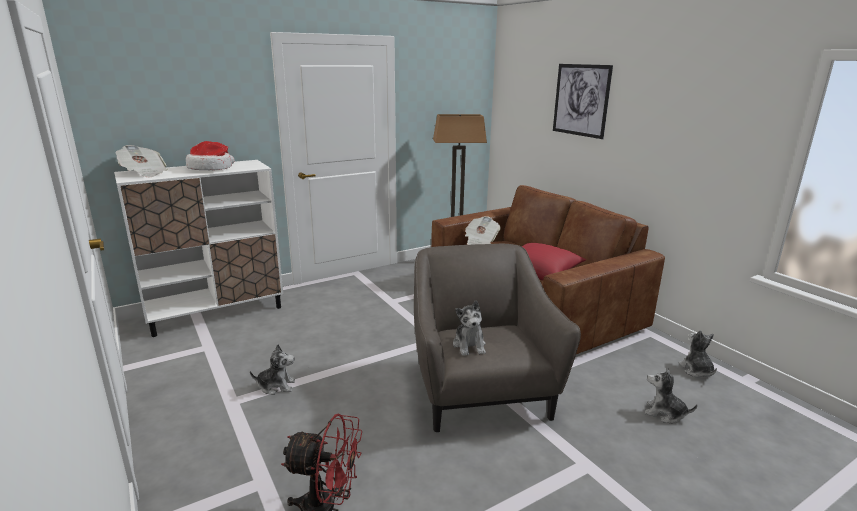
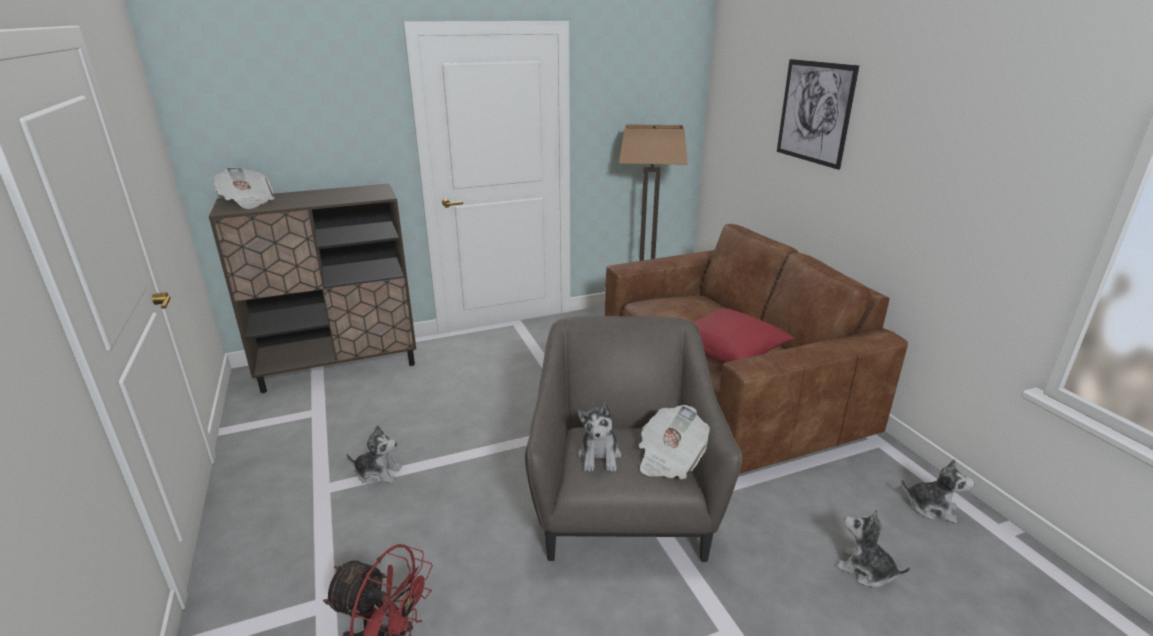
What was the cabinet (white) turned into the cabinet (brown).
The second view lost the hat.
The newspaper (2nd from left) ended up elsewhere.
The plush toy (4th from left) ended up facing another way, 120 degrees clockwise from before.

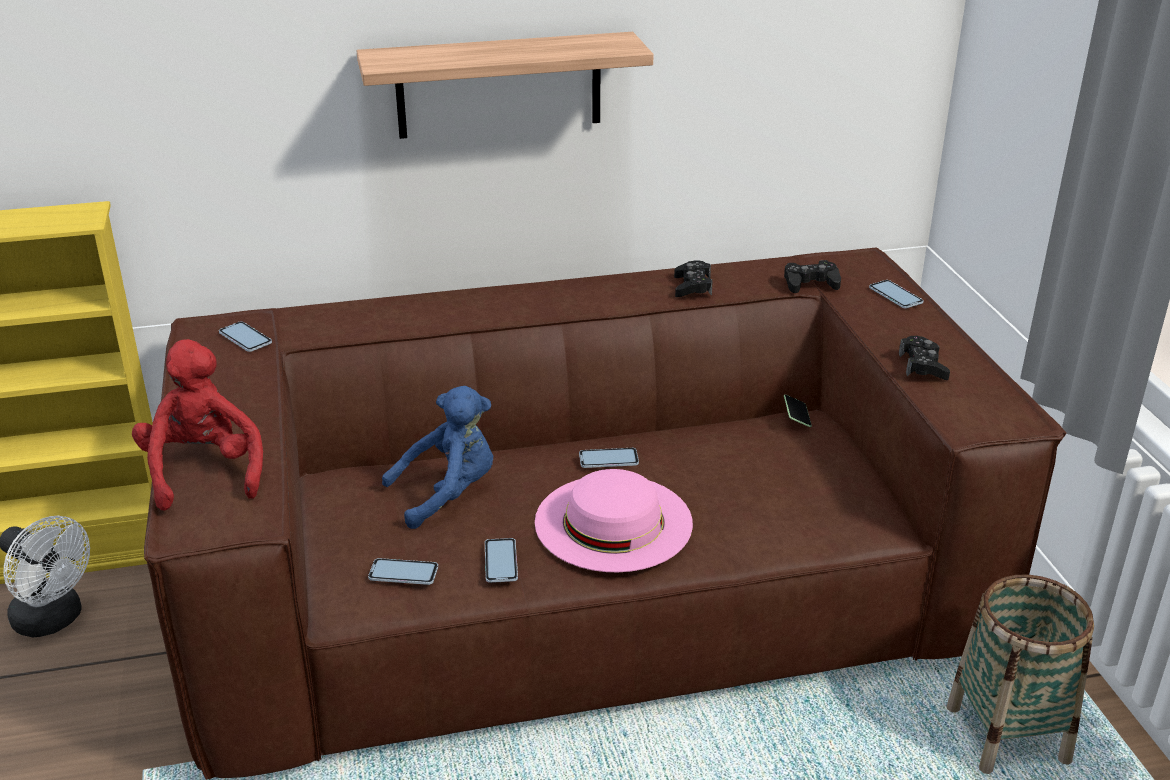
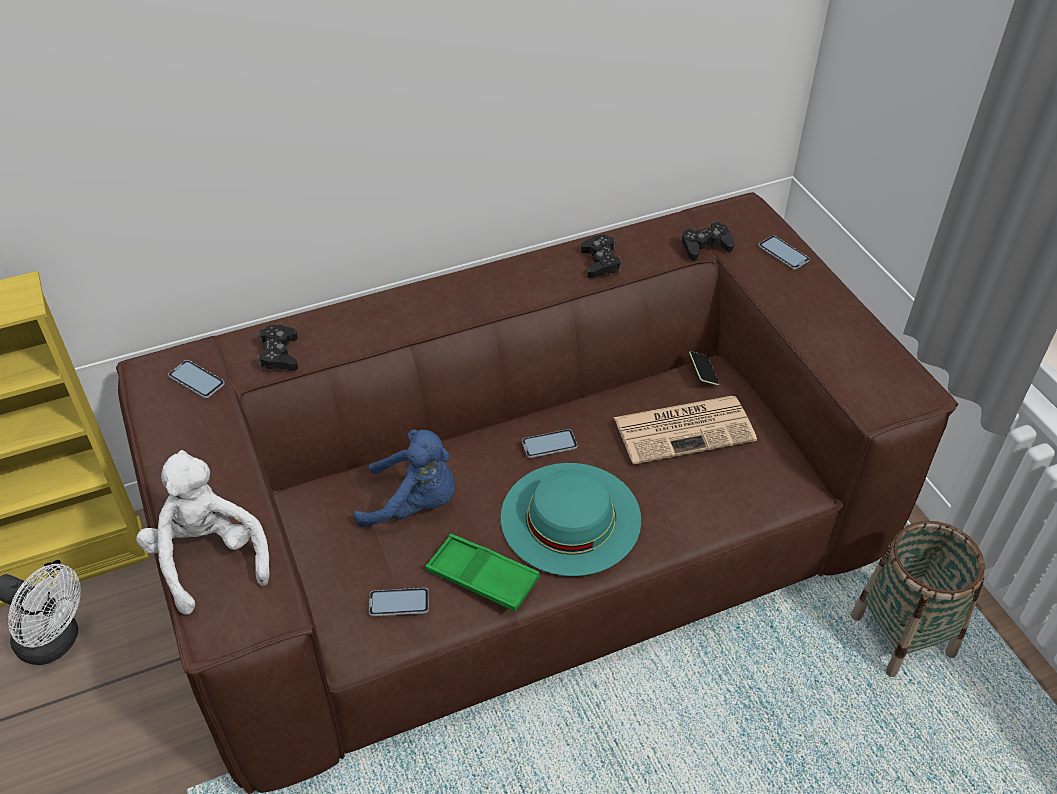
What was the plush toy (red) turned into the plush toy (white).
The second view lost the shelf.
The plush toy (blue) ended up facing another way, 45 degrees clockwise from before.
Where the phone (3rd from left) stood, the tray (green) came to stand.
What was the hat (pink) turned into the hat (turquoise).
The game controller (black) (3rd from left in the first image) ended up elsewhere.
The second view gained the newspaper.

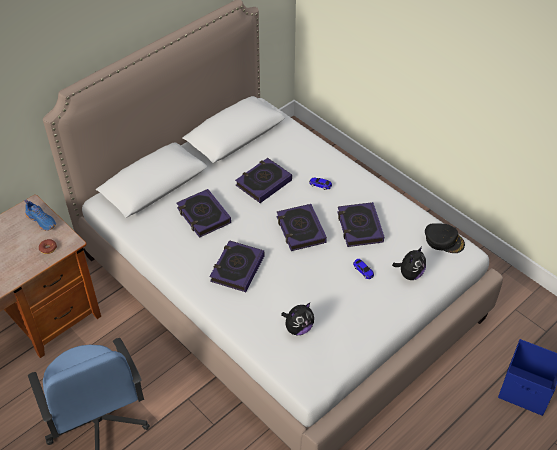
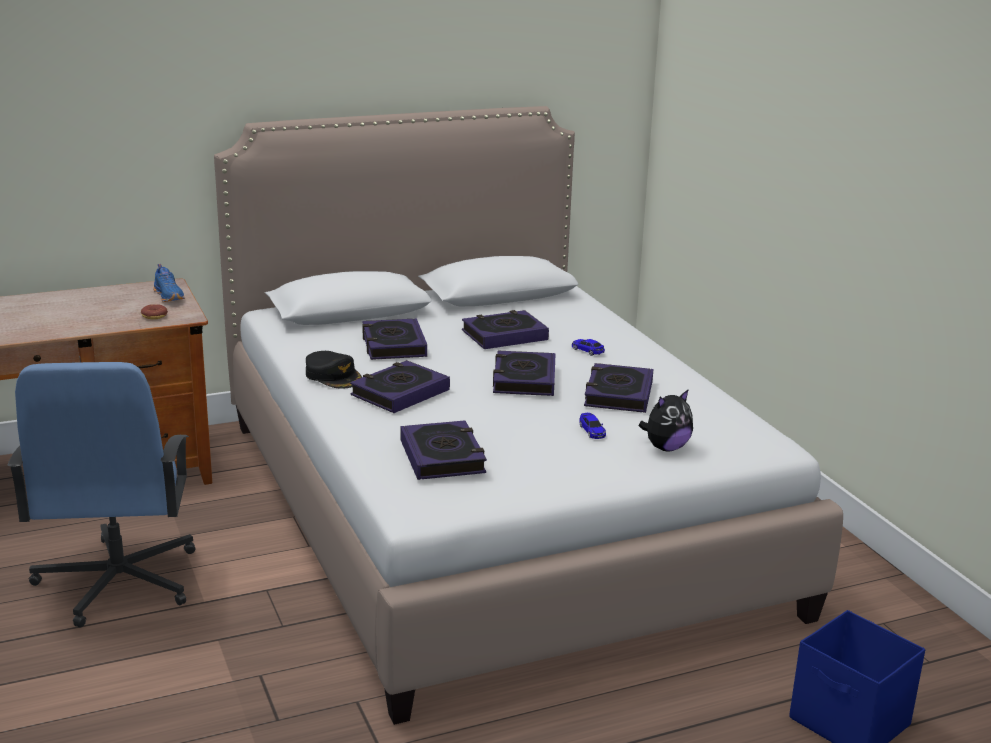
Where the plush toy (1st from left) stood, the book (3rd from left) came to stand.
The cap (black) ended up elsewhere.

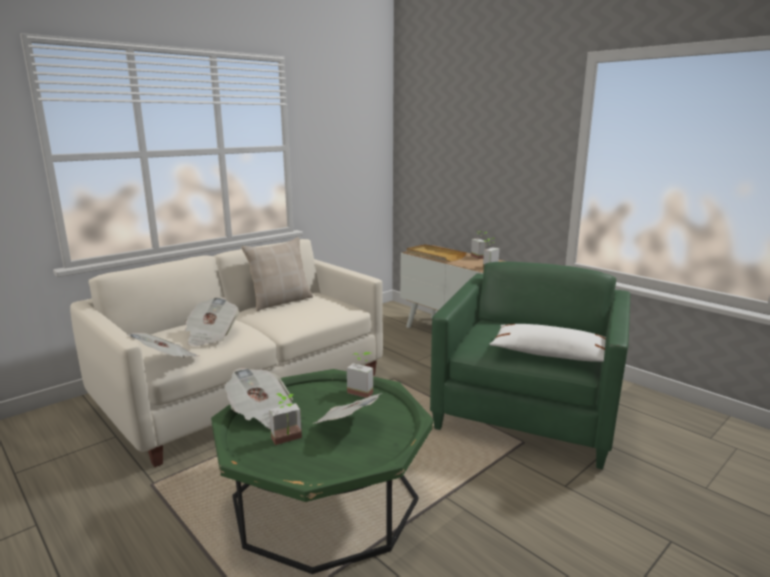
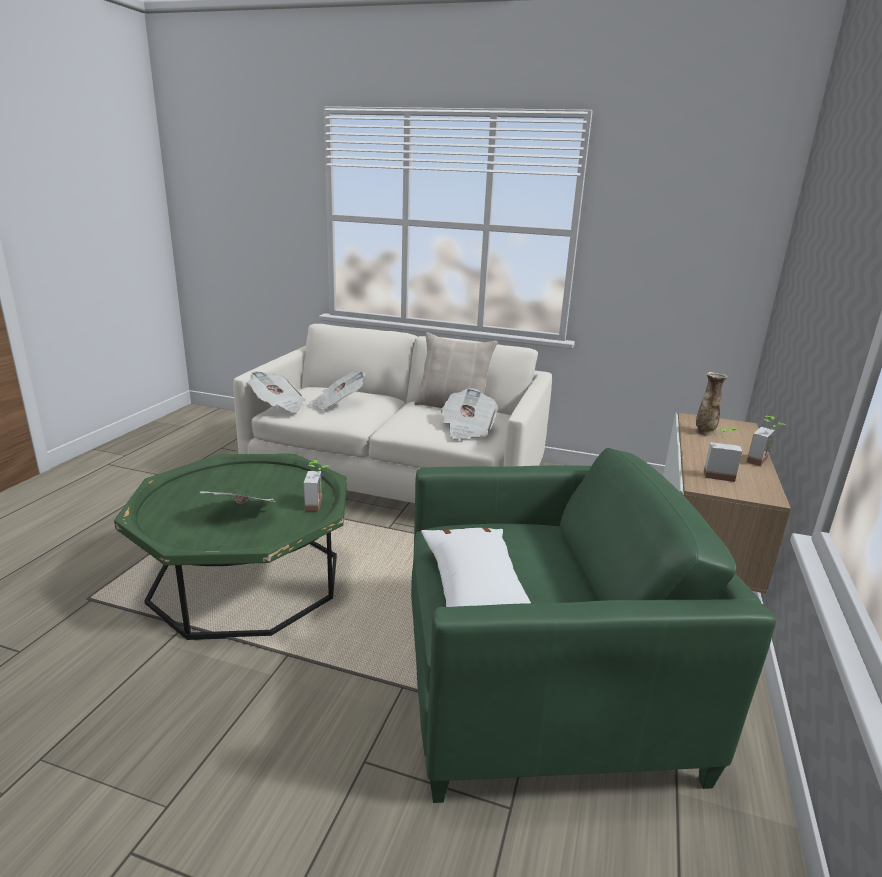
The newspaper (3rd from left in the first image) ended up elsewhere.
The second view lost the potted plant (1st from left).
Where the tray (beige) stood, the vase came to stand.

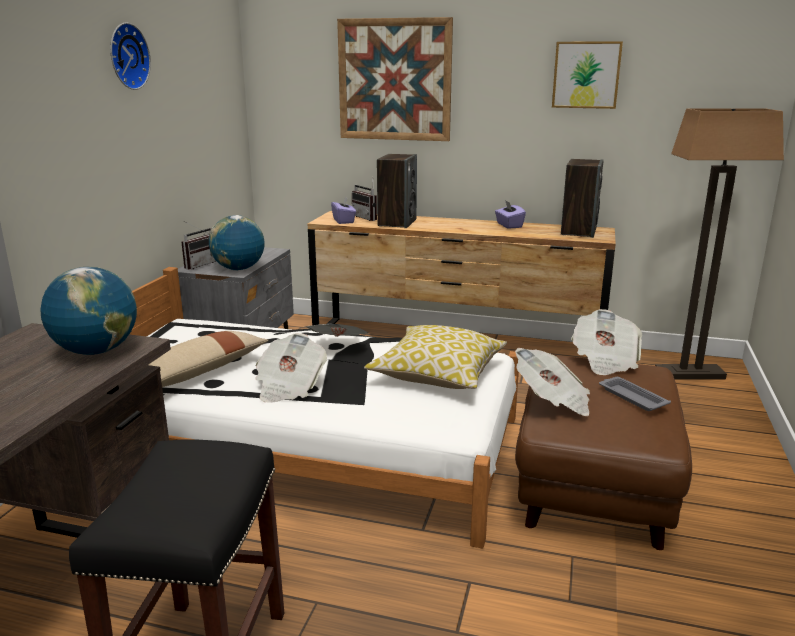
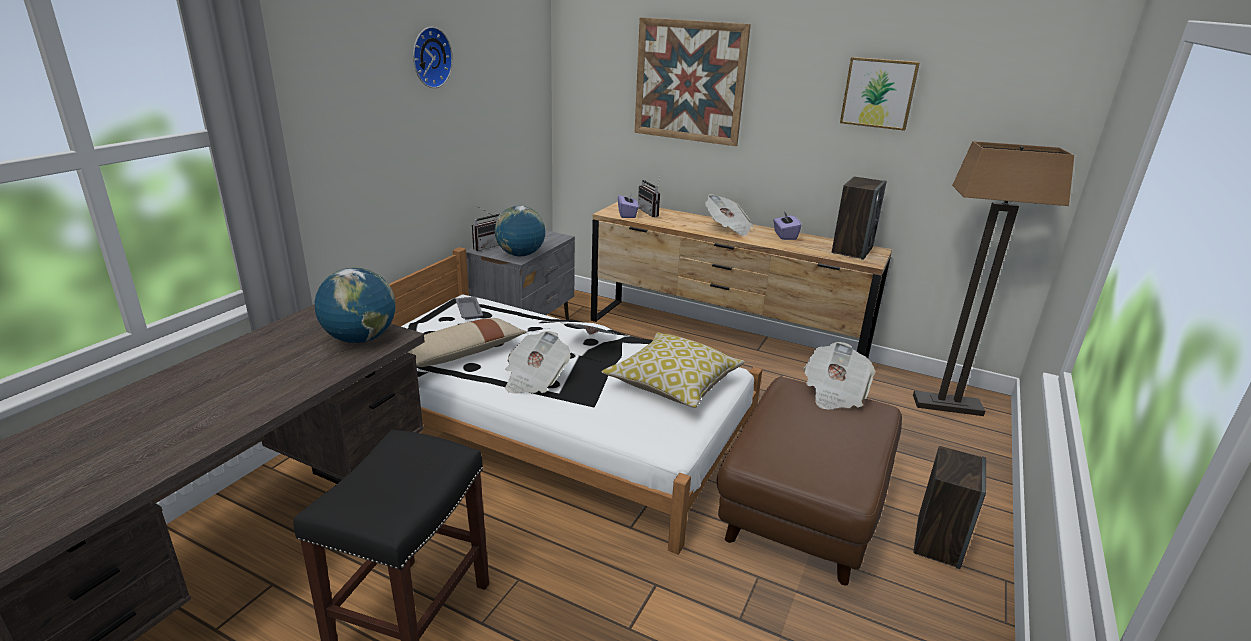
The speaker (1st from left in the first image) ended up elsewhere.
The newspaper (3rd from left) ended up elsewhere.
The tray (grey) ended up elsewhere.

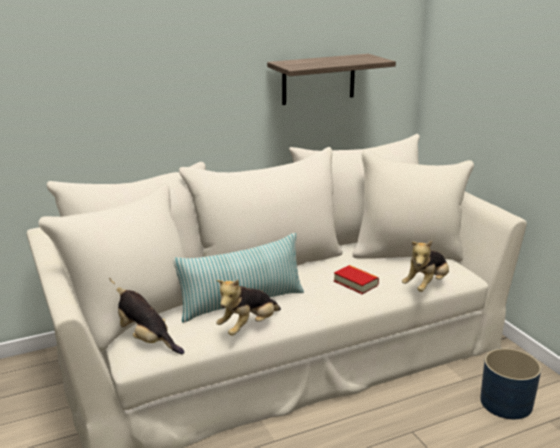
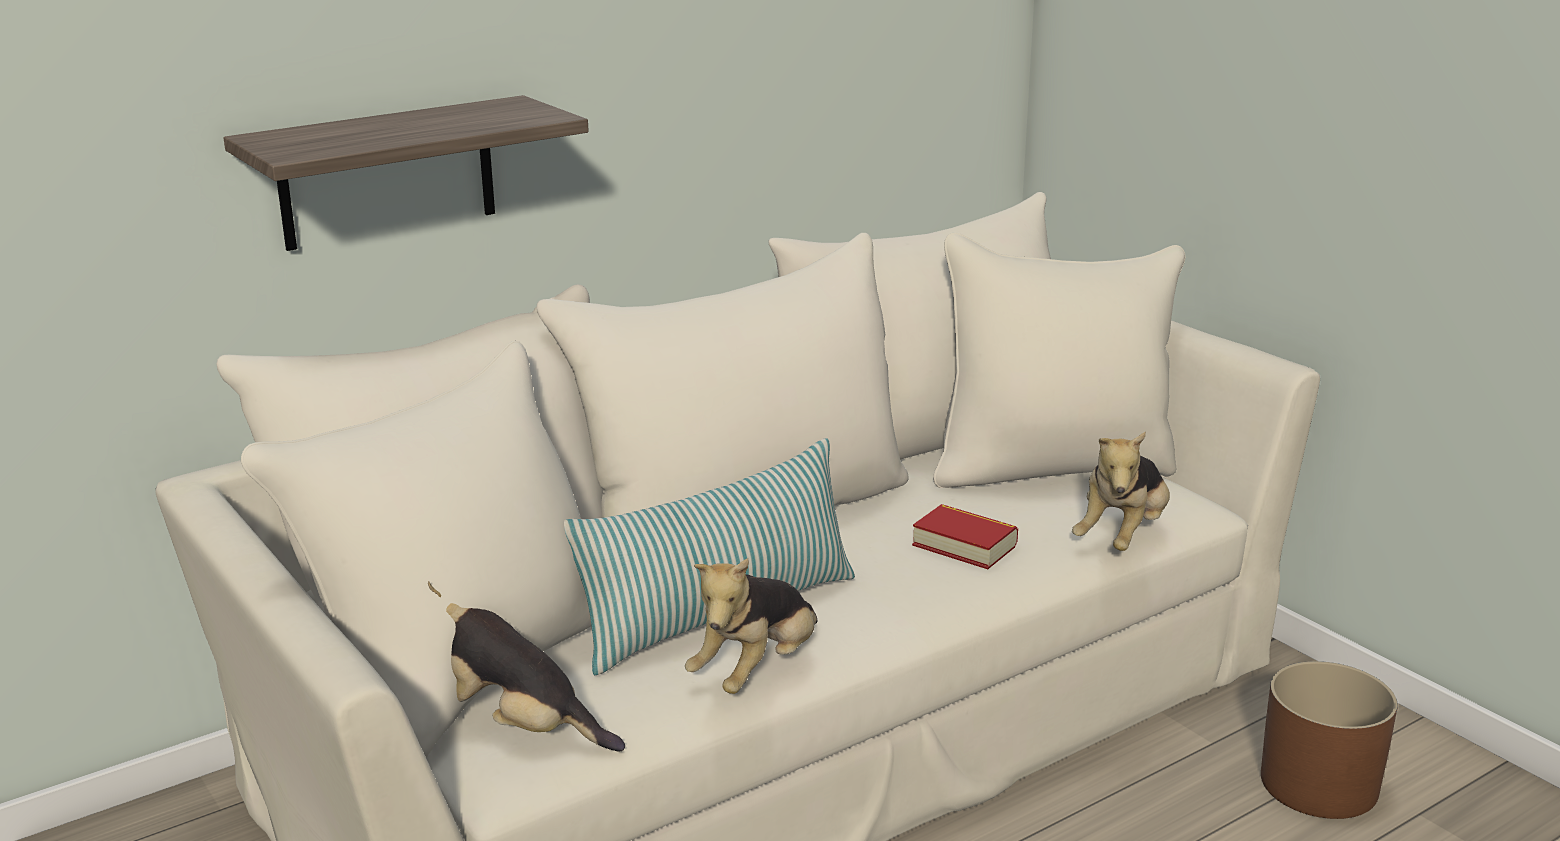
The shelf ended up elsewhere.
What was the planter (blue) turned into the planter (brown).

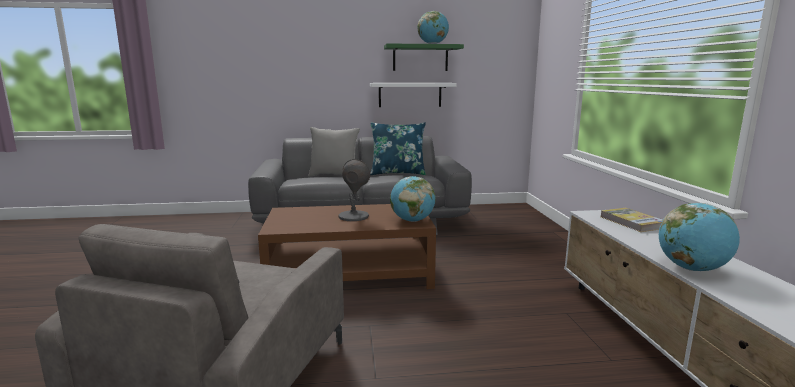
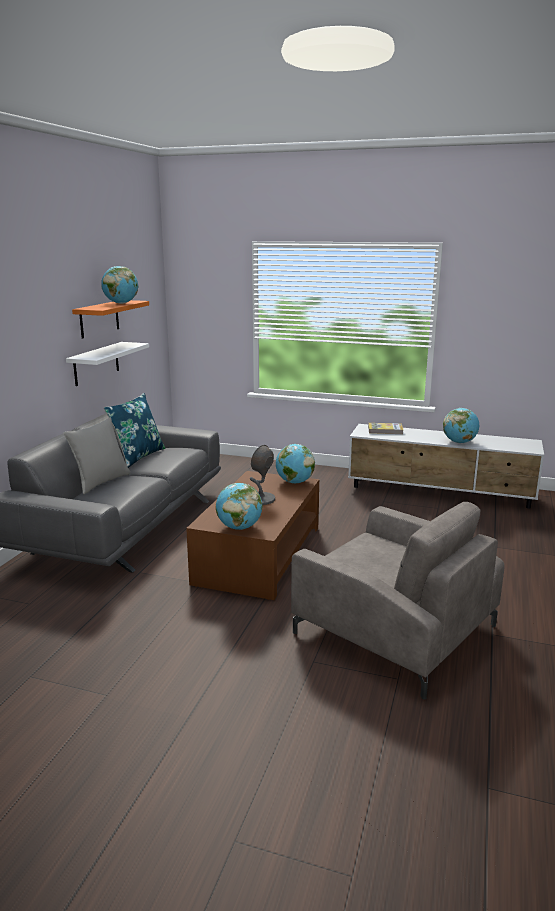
What was the shelf (green) turned into the shelf (orange).
The second view gained the globe (2nd from left).

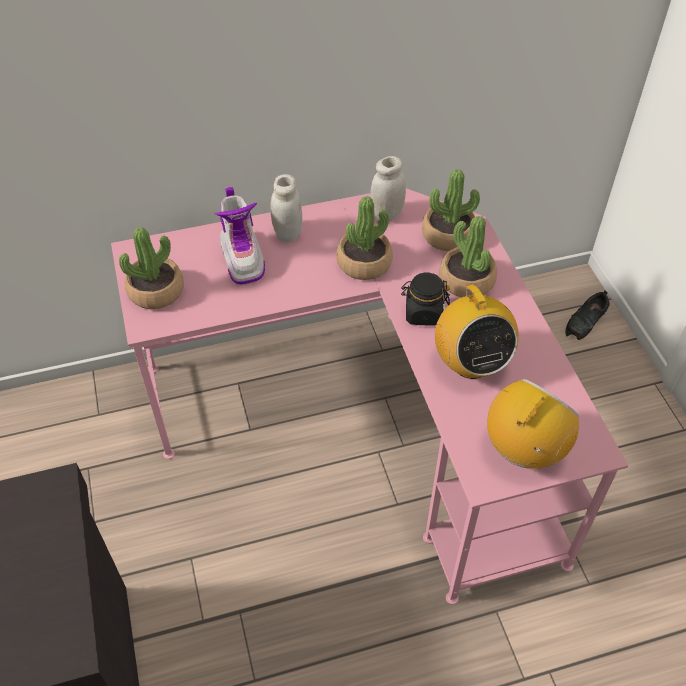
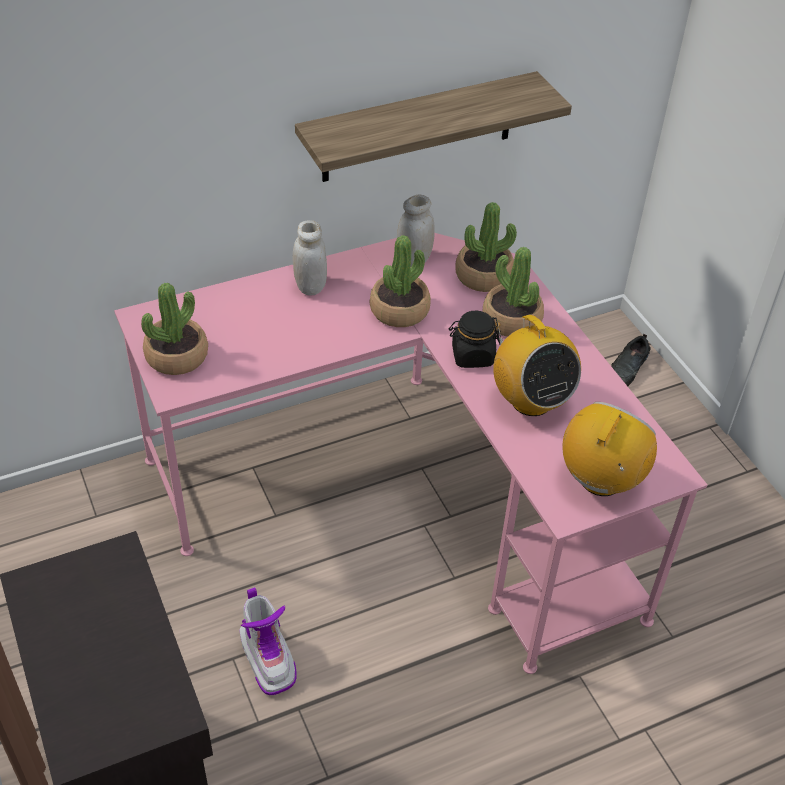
The boot ended up elsewhere.
The second view gained the shelf.

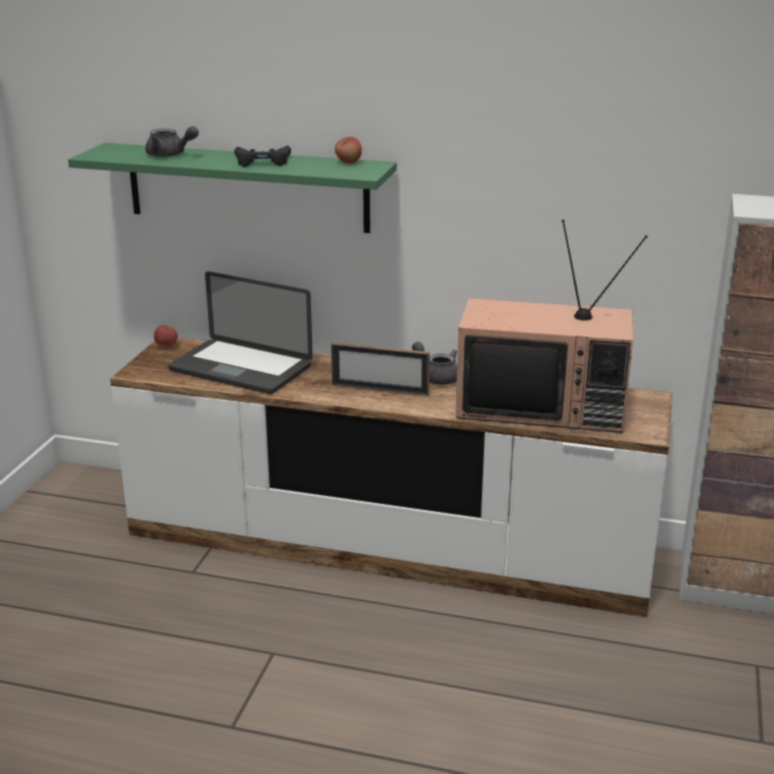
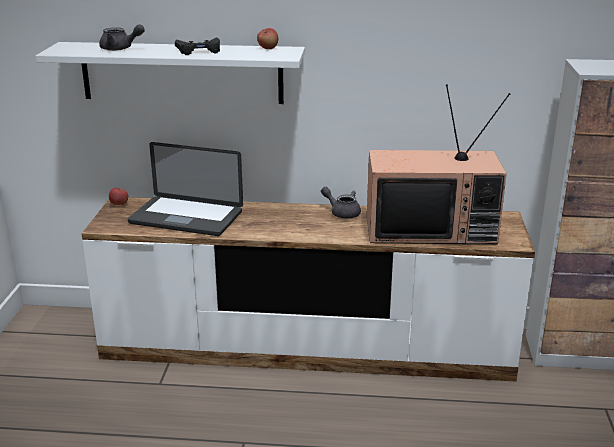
What was the shelf (green) turned into the shelf (white).
The second view lost the picture frame.

